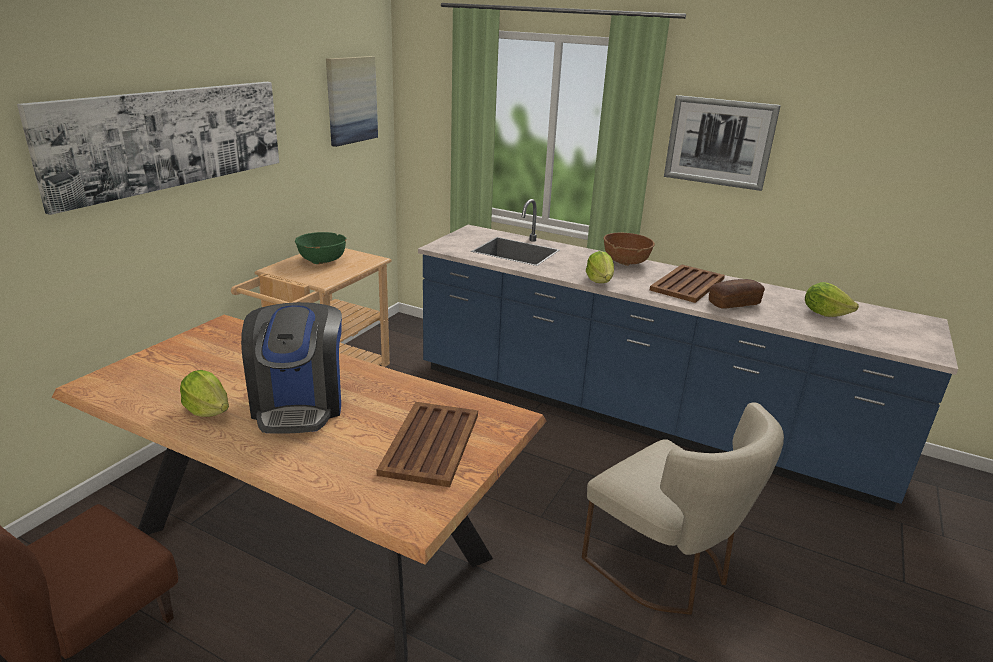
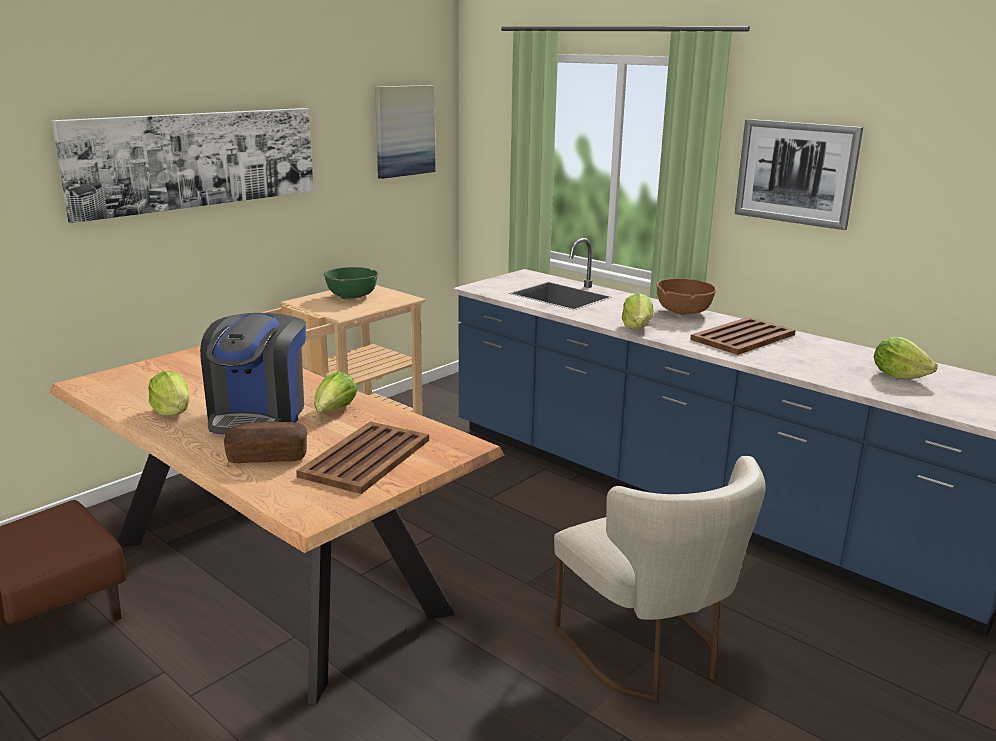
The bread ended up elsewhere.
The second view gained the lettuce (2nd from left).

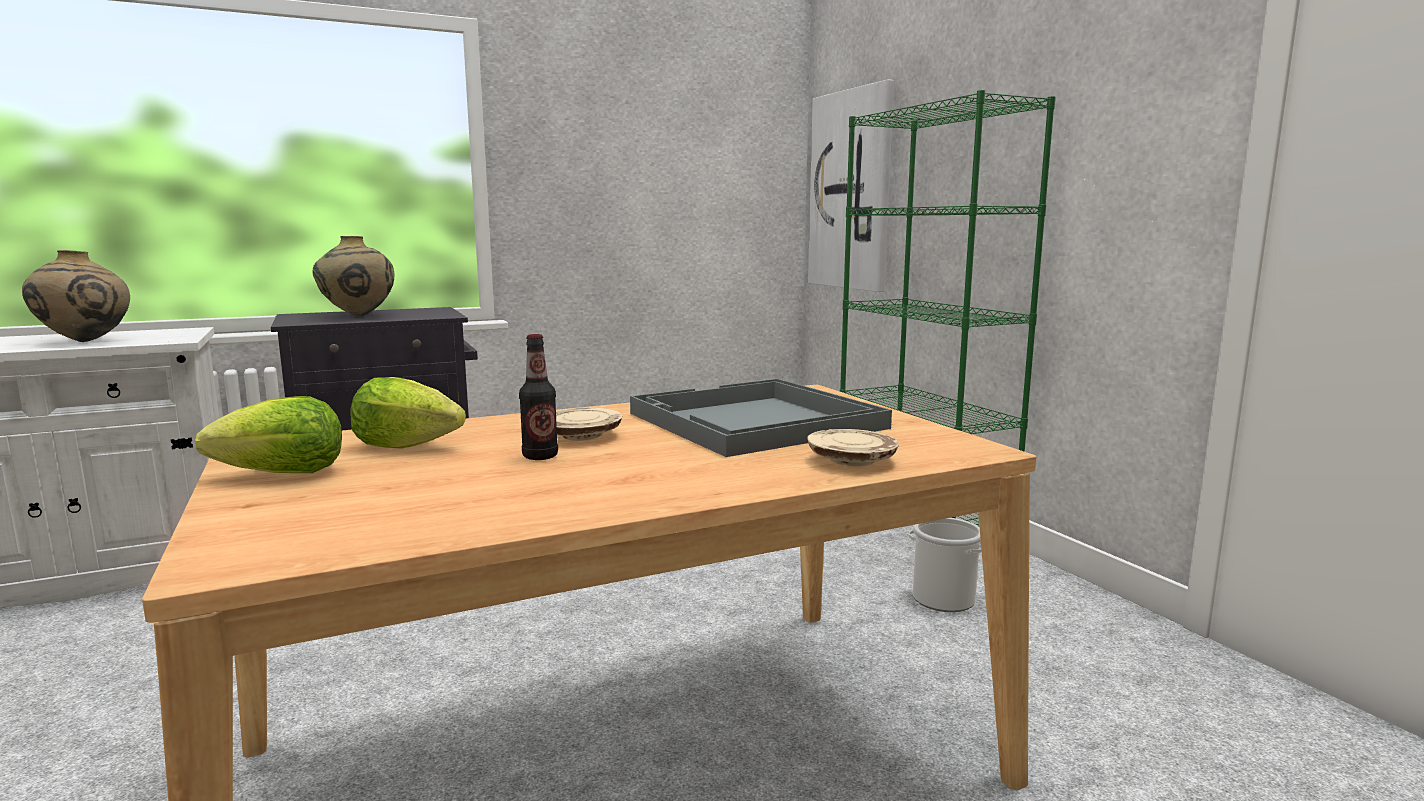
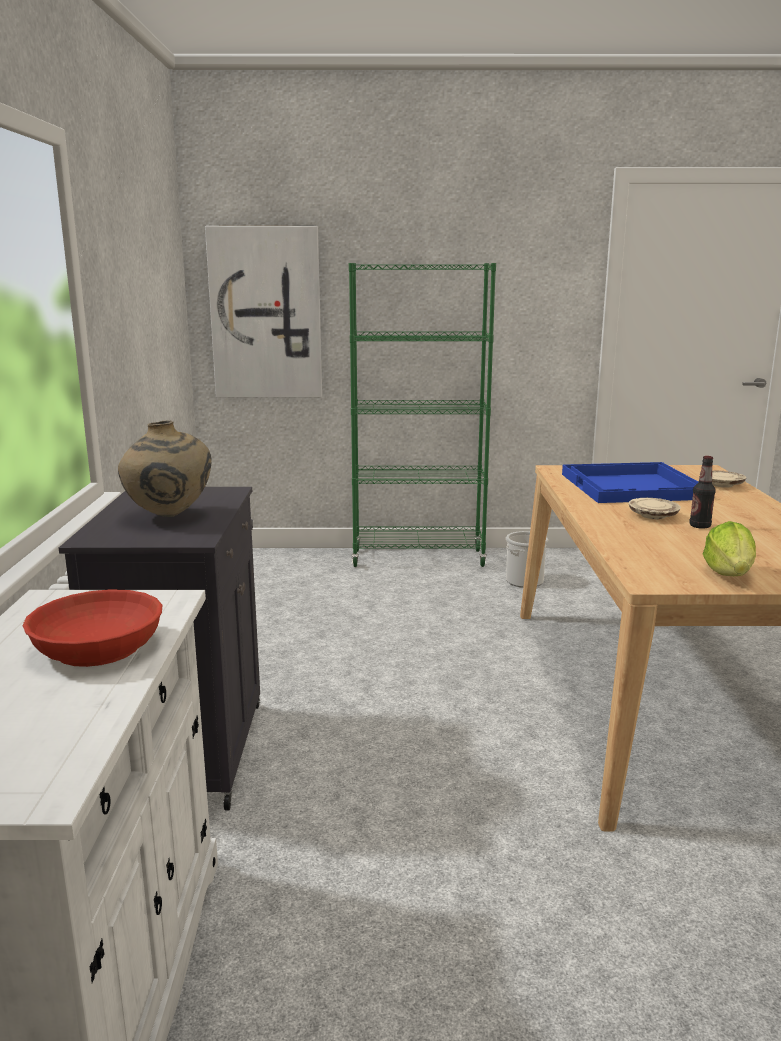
Where the vase (beige) (1st from left) stood, the bowl (red) came to stand.
The second view lost the lettuce (2nd from left).
What was the tray (grey) turned into the tray (blue).

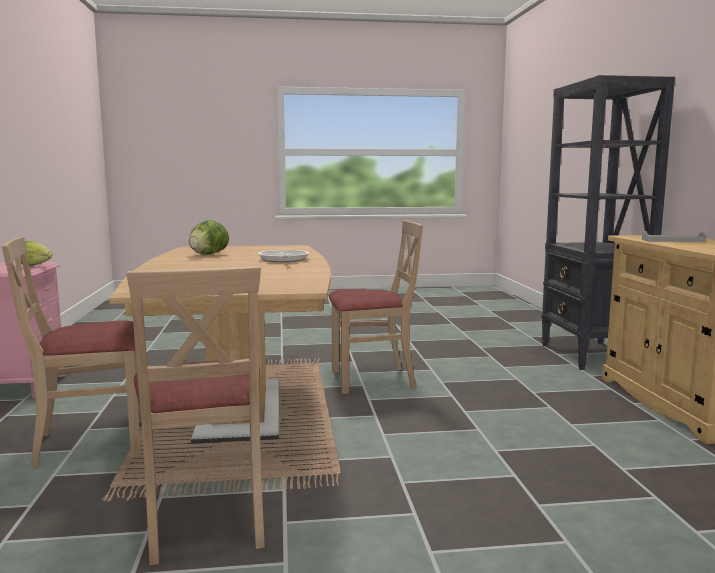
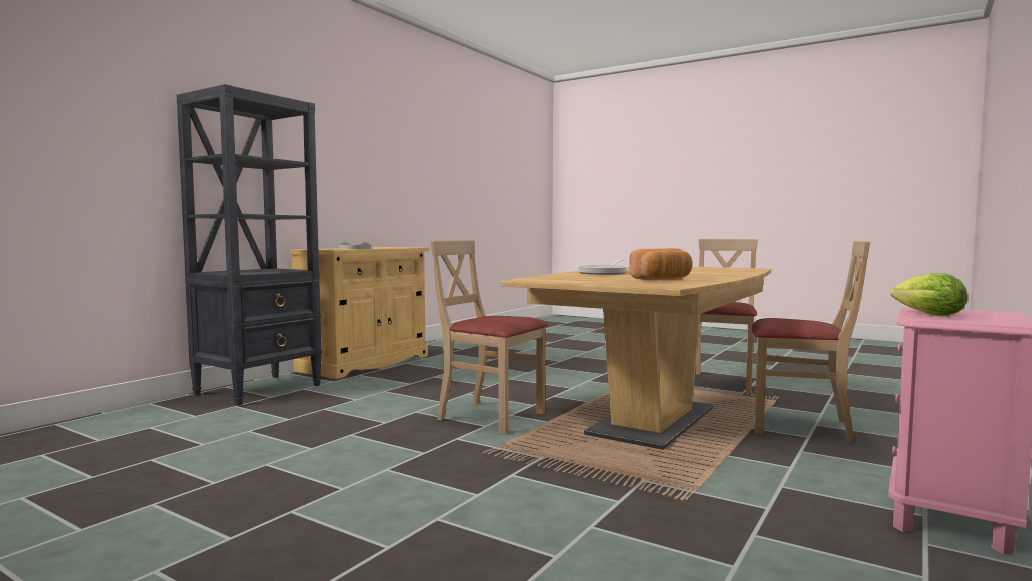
Where the lettuce (2nd from left) stood, the bread came to stand.

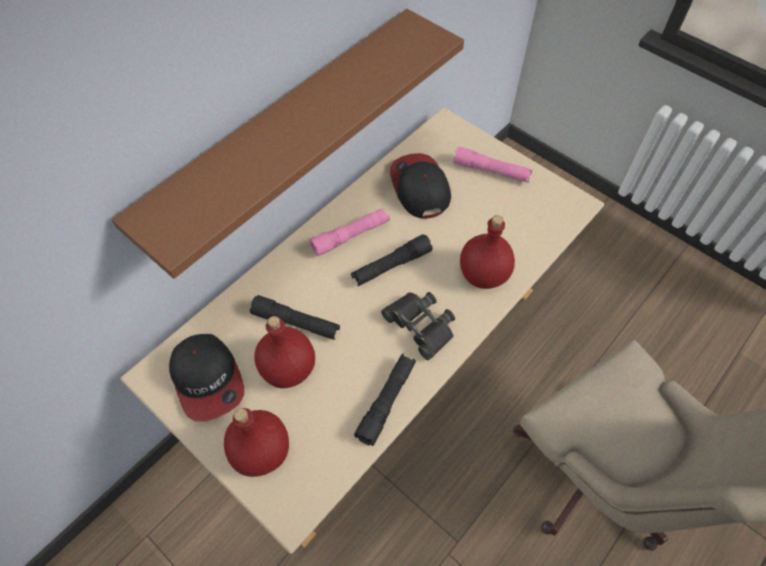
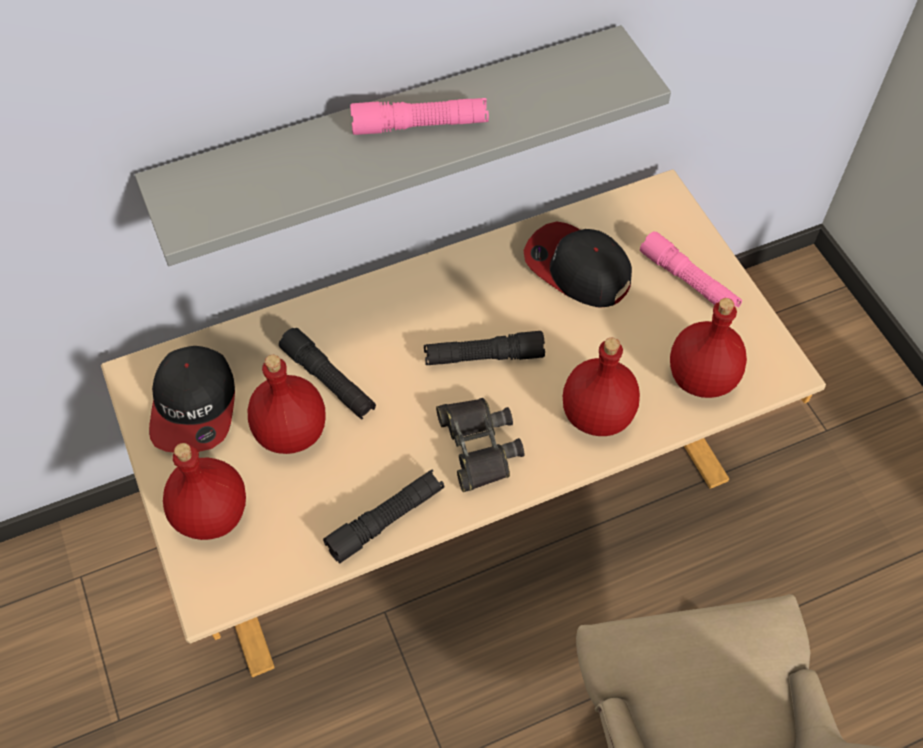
What was the shelf (brown) turned into the shelf (grey).
The flashlight (pink) (1st from left) ended up elsewhere.
The cap (2nd from left) ended up facing another way, 60 degrees counterclockwise from before.
The second view gained the bottle (red) (4th from left).

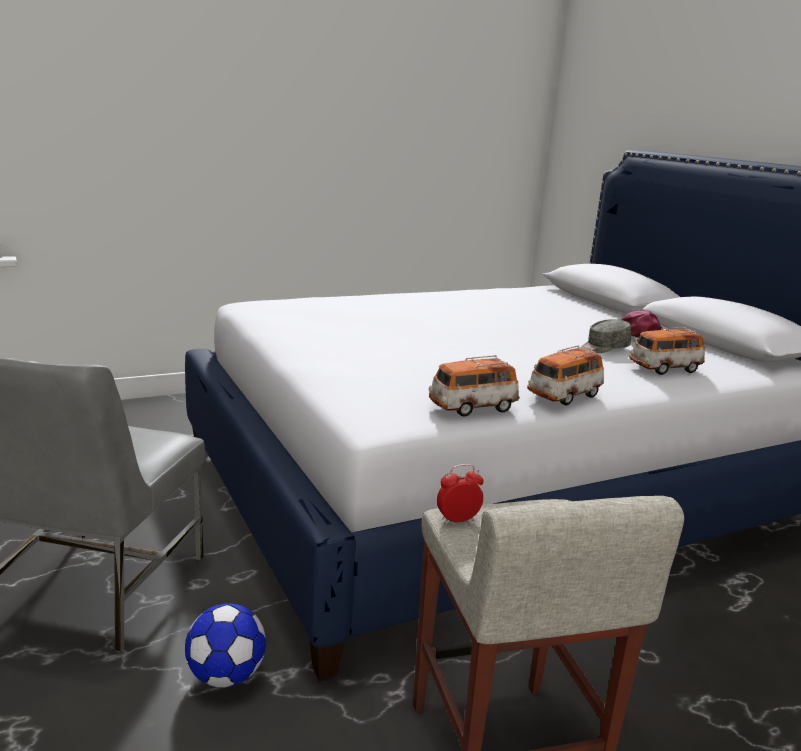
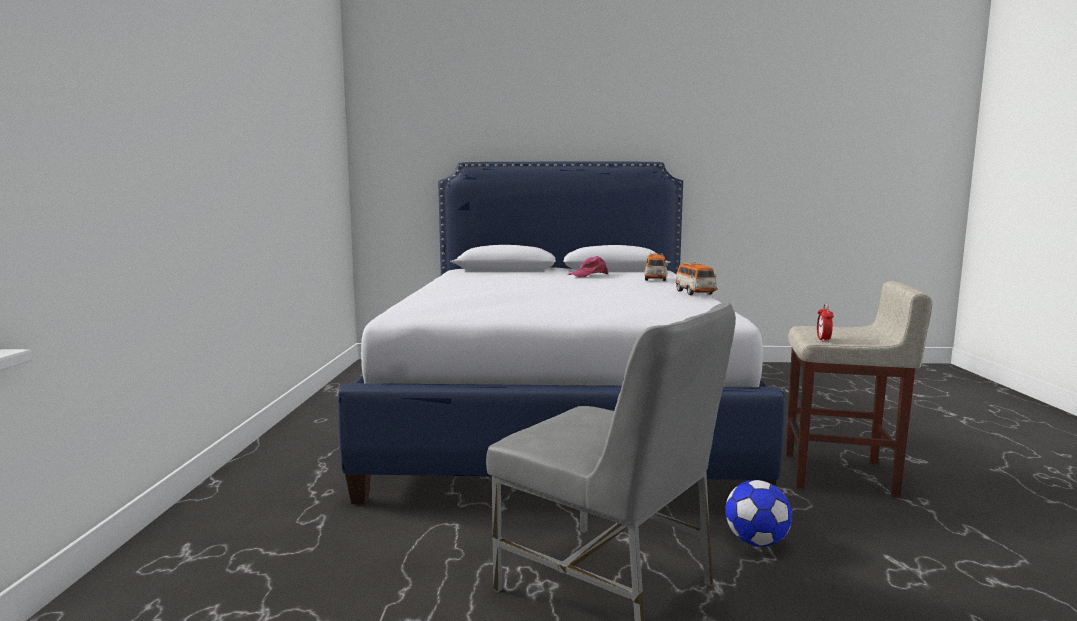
The second view lost the toy car (1st from left).
The second view lost the cap (grey).

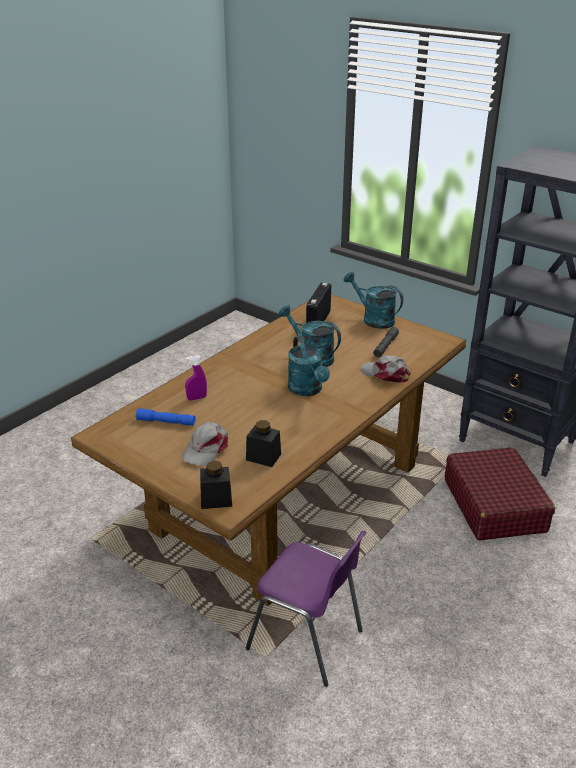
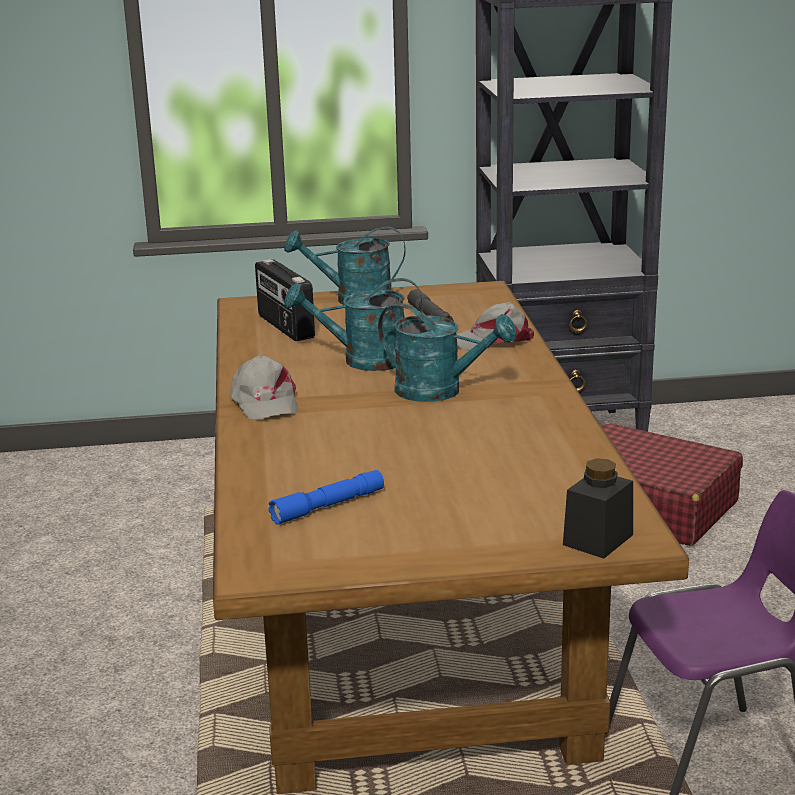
The cap (grey) (1st from left) ended up elsewhere.
The second view lost the spray bottle (purple).
The second view lost the jar (black) (2nd from left).

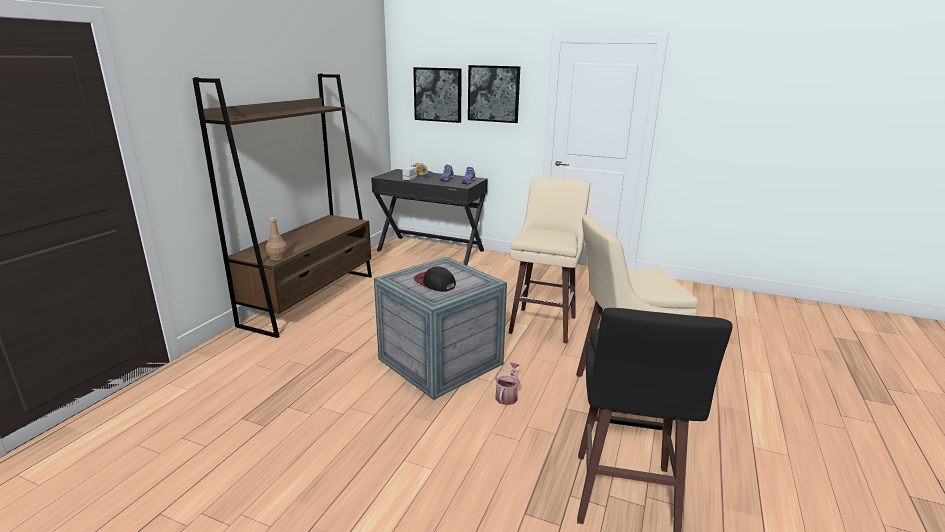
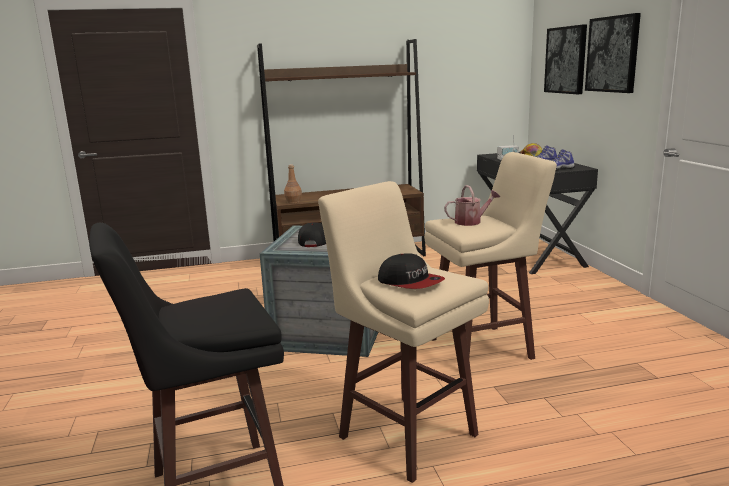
The watering can ended up elsewhere.
The second view gained the cap (2nd from left).

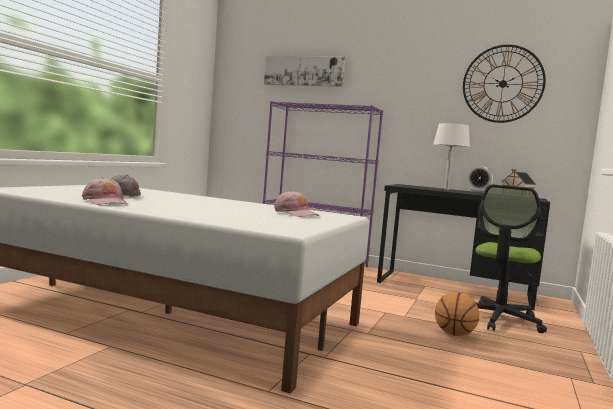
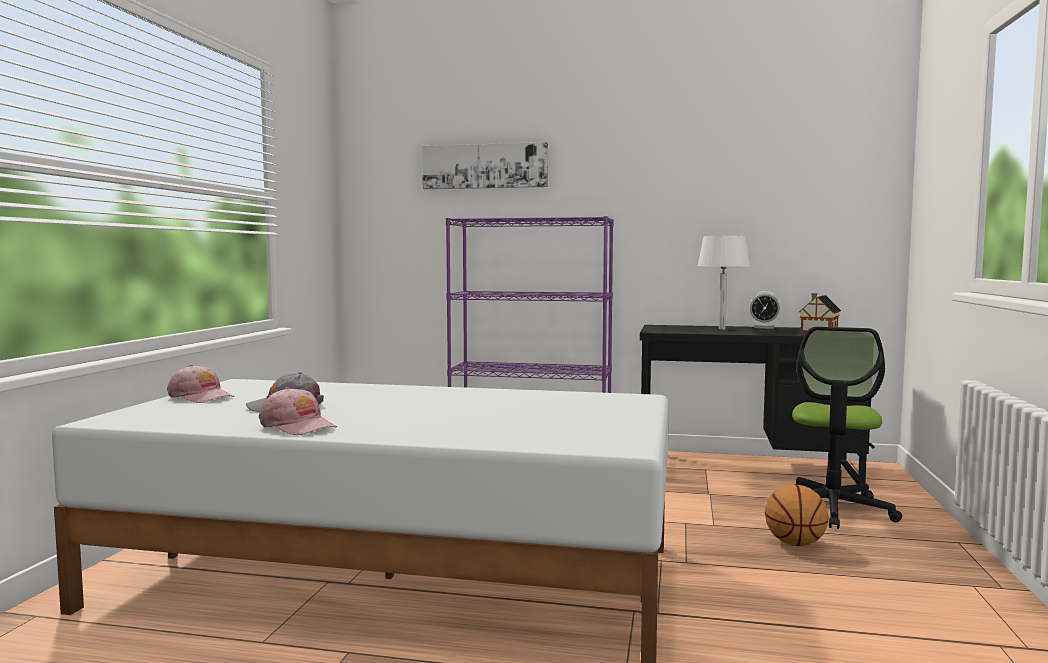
The cap (pink) (2nd from left in the first image) ended up elsewhere.
The second view lost the wall clock.

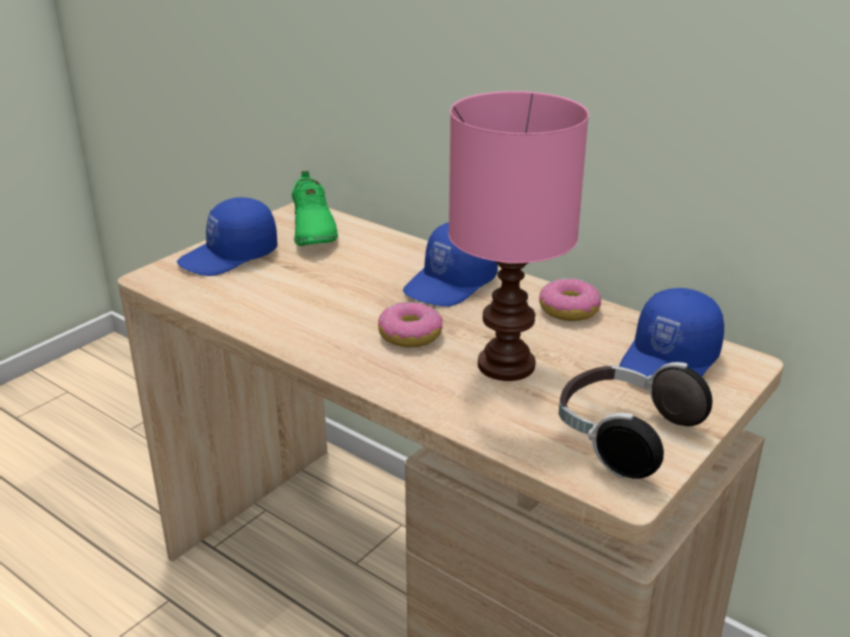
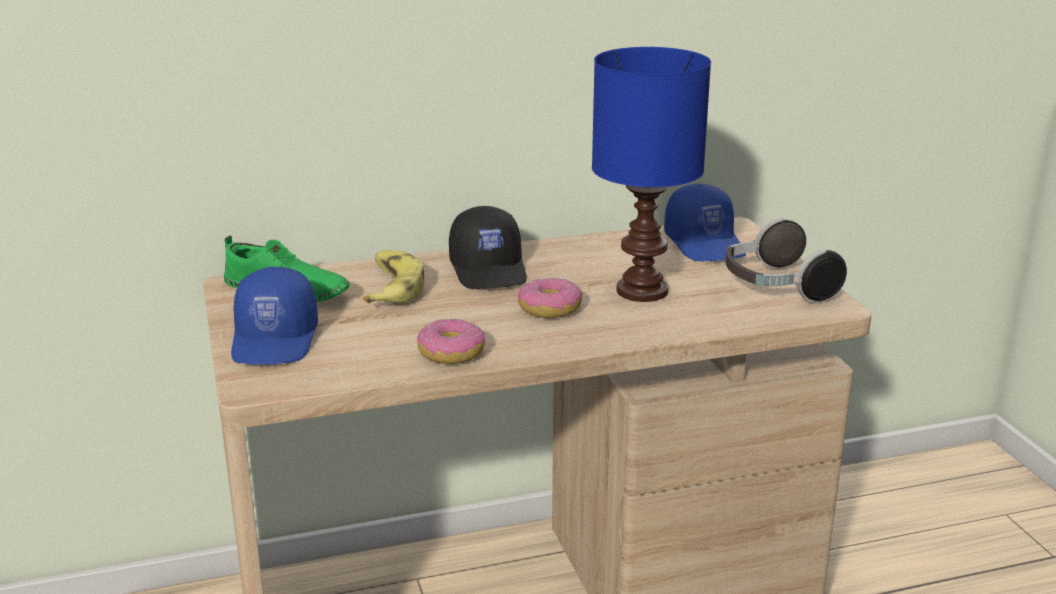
What was the cap (blue) (2nd from left) turned into the cap (black).
What was the table lamp (pink) turned into the table lamp (blue).
The donut (2nd from left in the first image) ended up elsewhere.
The second view gained the banana.

